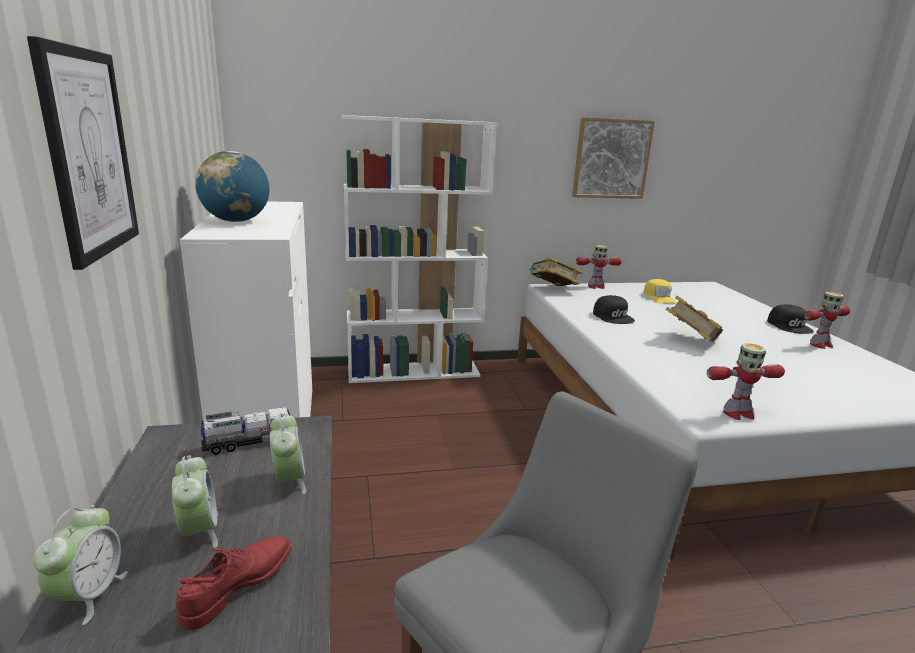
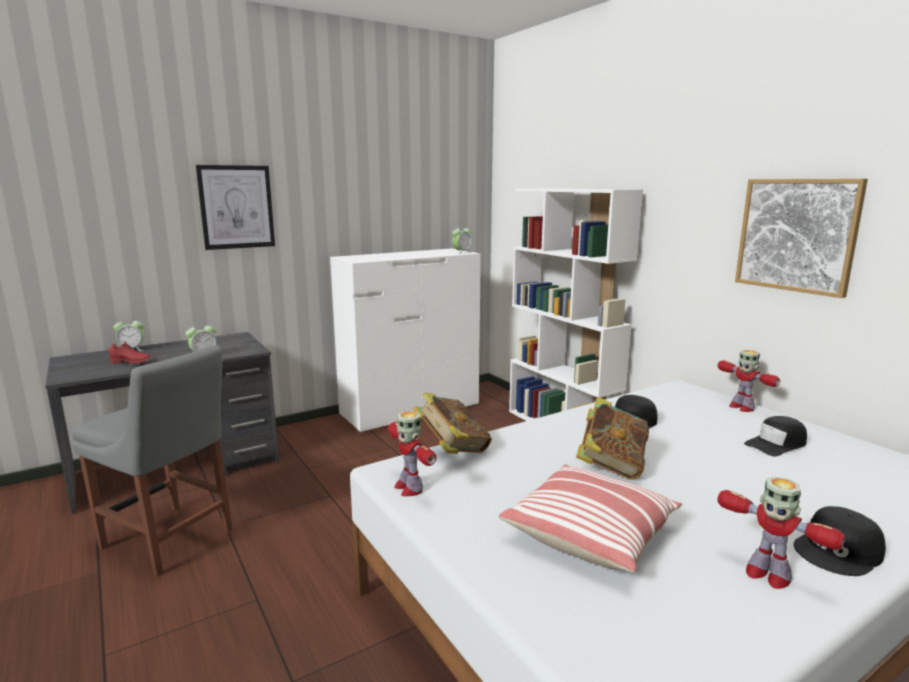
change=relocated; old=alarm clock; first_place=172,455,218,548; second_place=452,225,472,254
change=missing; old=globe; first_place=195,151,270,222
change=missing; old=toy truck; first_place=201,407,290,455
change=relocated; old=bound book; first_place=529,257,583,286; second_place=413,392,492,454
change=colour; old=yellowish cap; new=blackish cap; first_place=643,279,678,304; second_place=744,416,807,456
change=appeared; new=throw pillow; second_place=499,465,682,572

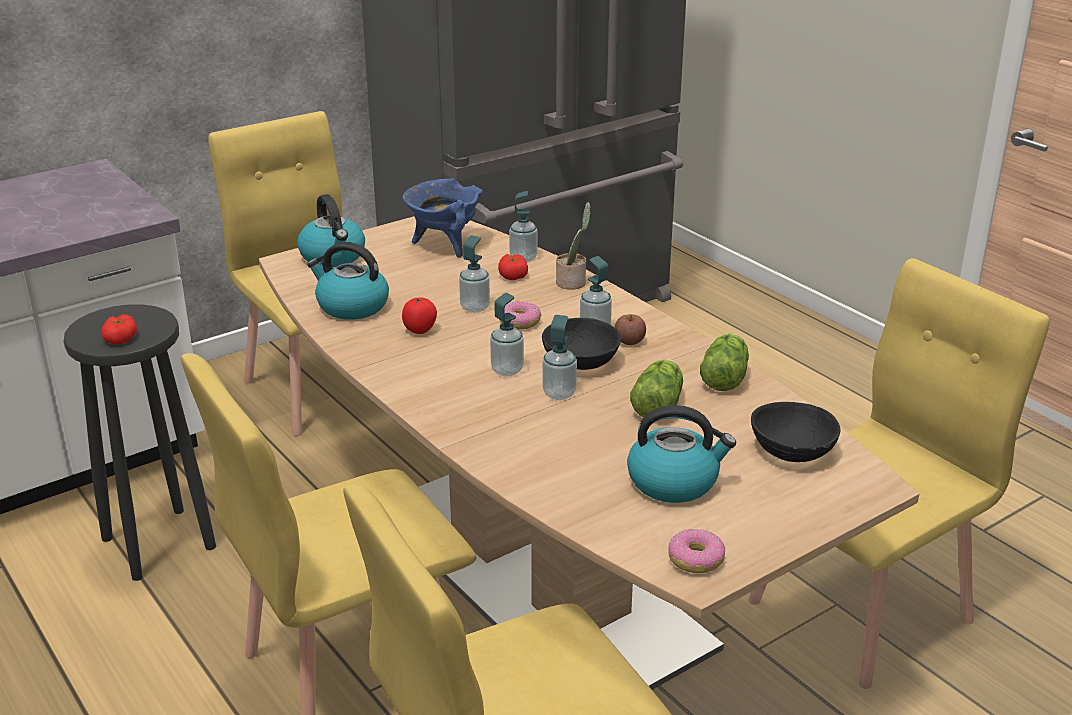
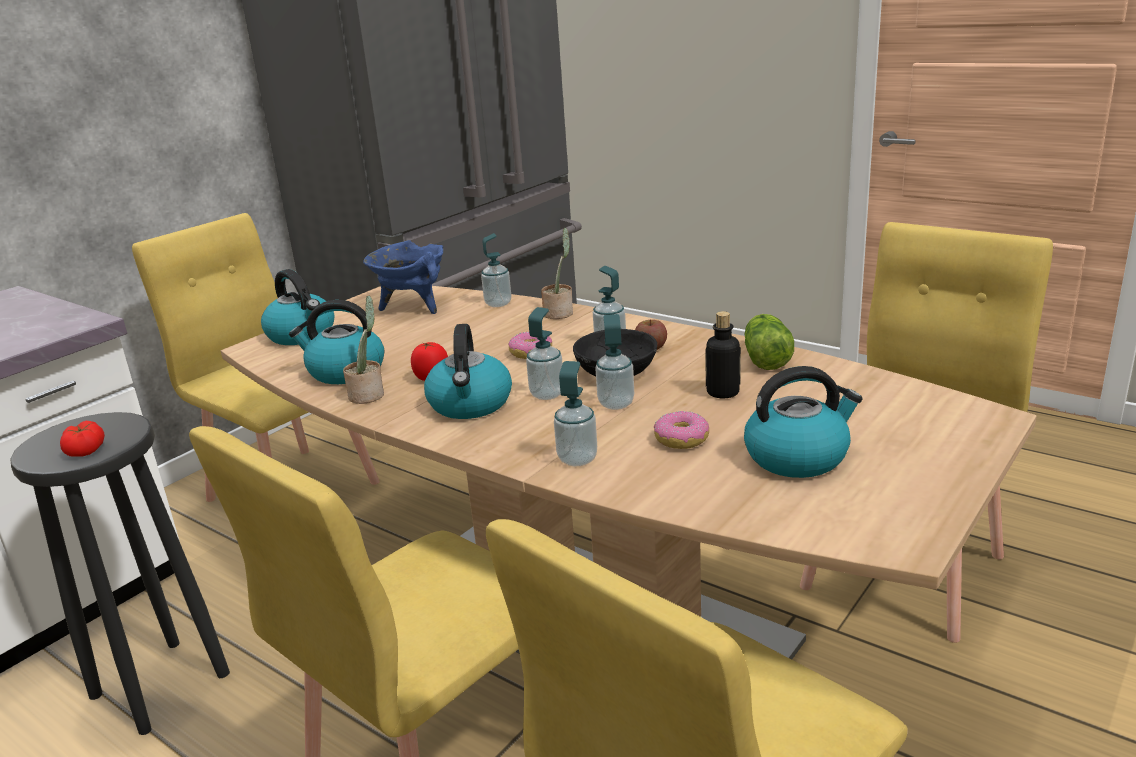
change=relocated; old=liquid soap bottle; first_place=459,235,490,313; second_place=554,361,597,466
change=missing; old=whole tomato; first_place=498,254,528,280
change=exchanged; old=lettuce head; new=beverage bottle; first_place=630,359,683,417; second_place=705,311,741,398
change=relocated; old=donut; first_place=668,529,725,573; second_place=654,411,709,449
change=missing; old=blackish bowl; first_place=751,402,840,462
change=appeared; new=potted plant; second_place=343,296,384,404
change=appeared; new=kettle; second_place=424,324,512,419

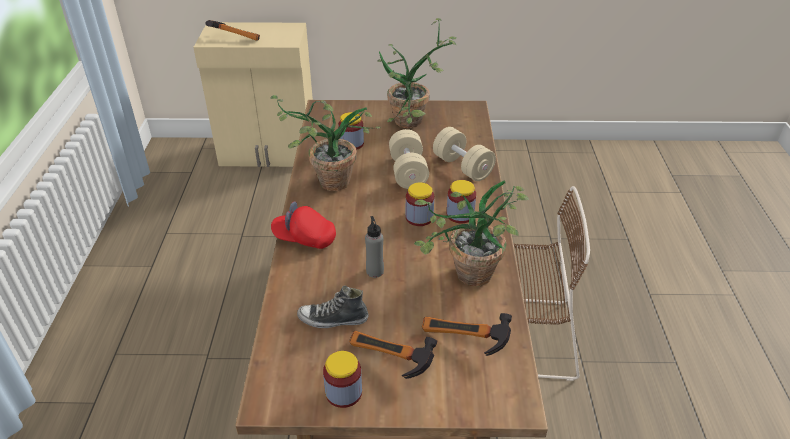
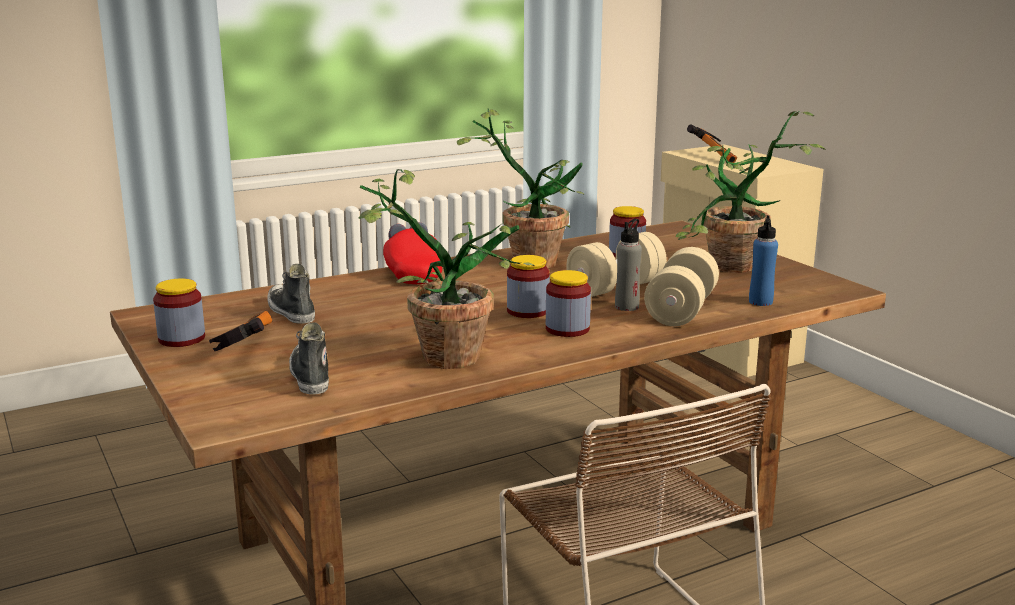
change=relocated; old=greyish beverage bottle; first_place=365,216,384,278; second_place=615,219,642,311
change=exchanged; old=tool hammer; new=shoe; first_place=422,313,512,356; second_place=289,322,329,395
change=appeared; new=blue-coloured beverage bottle; second_place=749,215,778,306

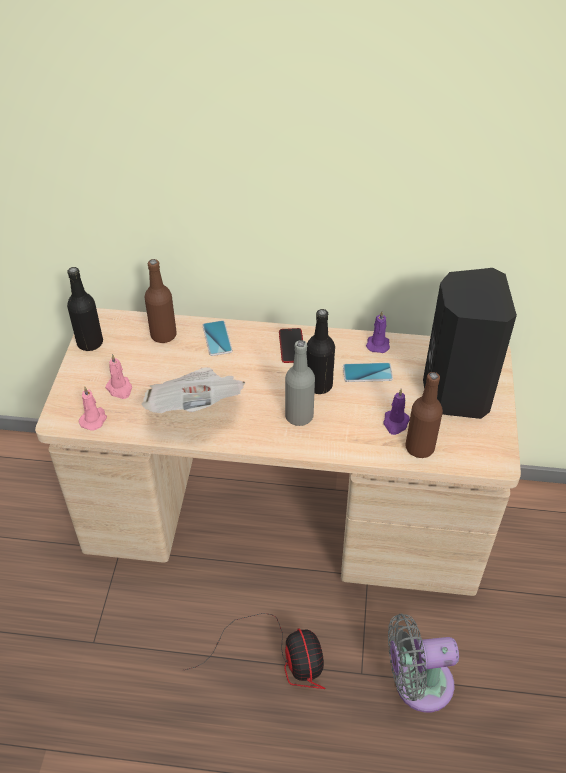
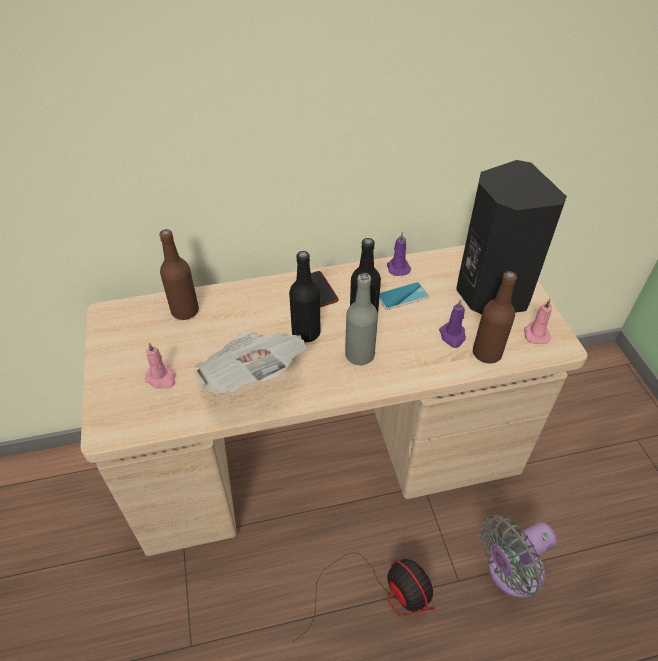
change=relocated; old=blackish beverage bottle; first_place=67,267,103,351; second_place=289,251,320,342
change=relocated; old=pink-coloured wax light; first_place=79,387,107,431; second_place=524,299,552,344
change=missing; old=telephone; first_place=202,320,233,356

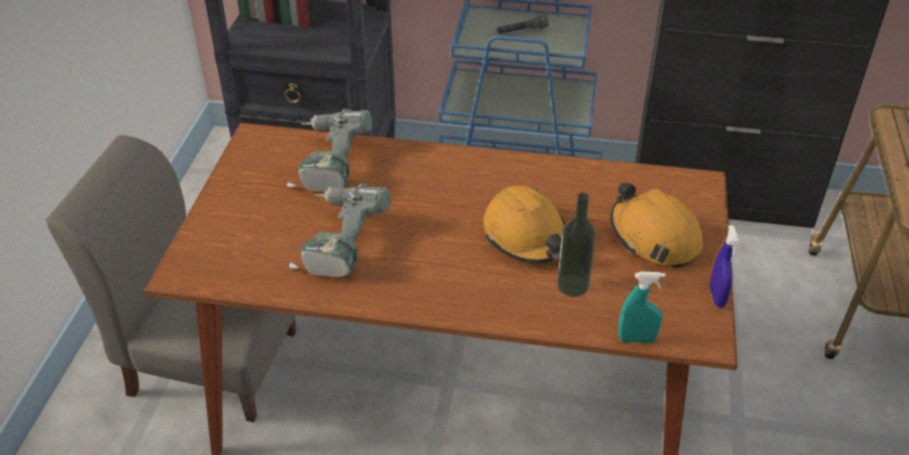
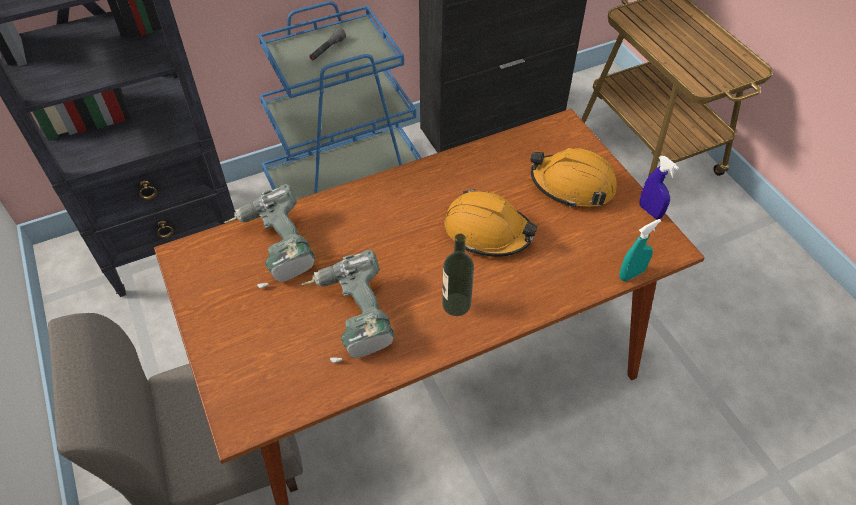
change=relocated; old=beverage bottle; first_place=557,192,596,297; second_place=442,234,474,316

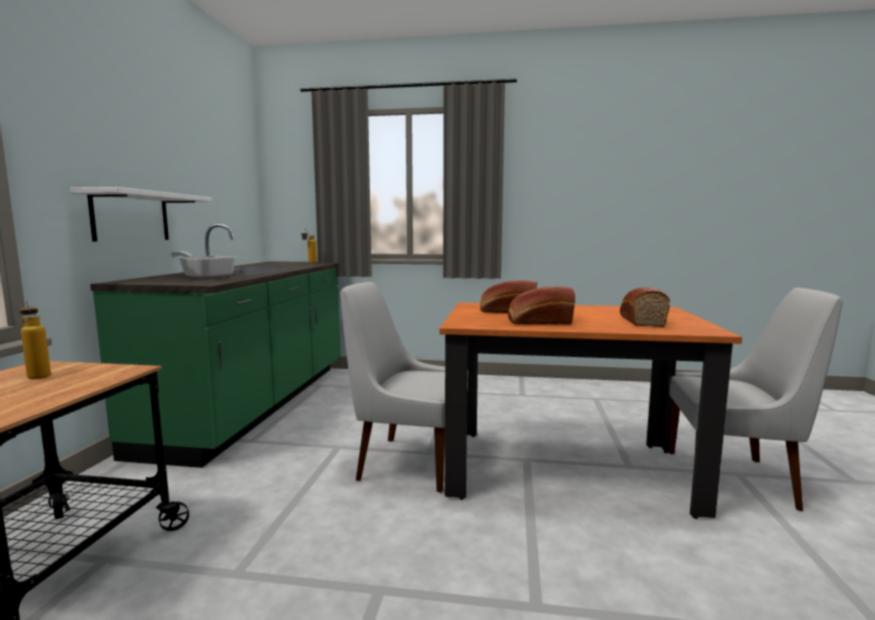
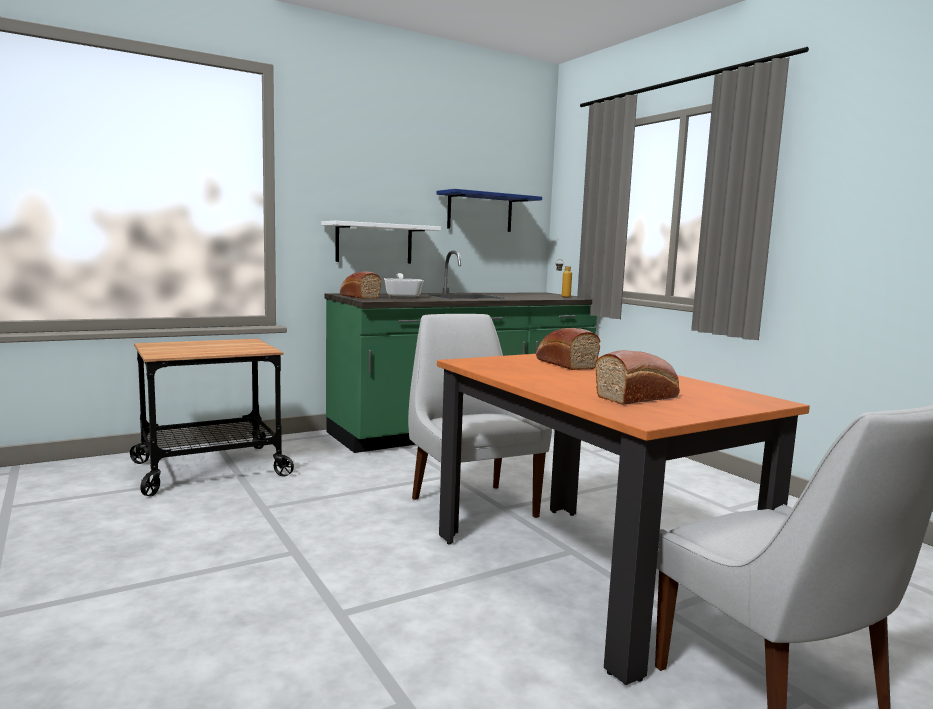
change=missing; old=beverage bottle; first_place=20,300,51,379
change=relocated; old=bakery bread; first_place=508,286,575,324; second_place=340,271,381,299
change=appeared; new=blue-coloured wall shelf; second_place=436,189,542,232

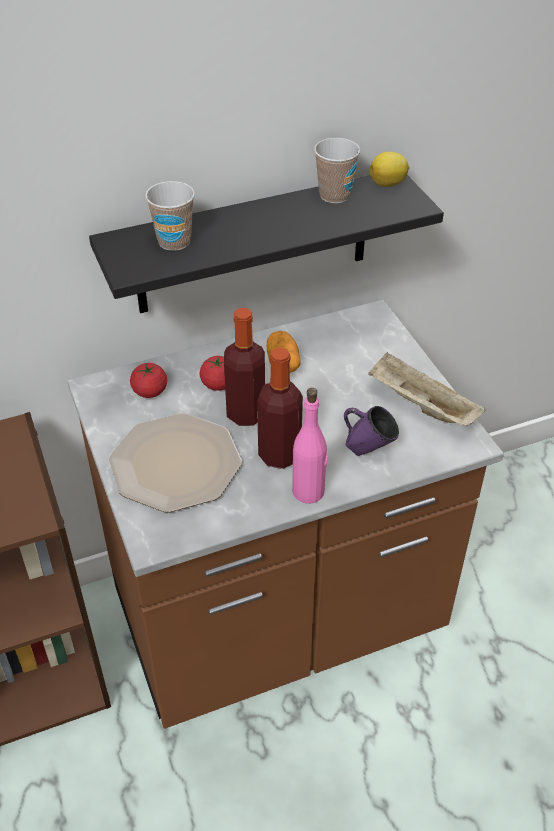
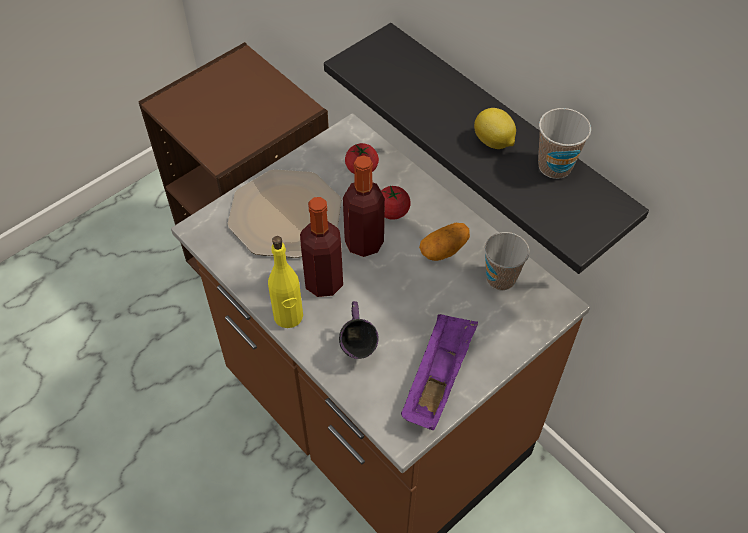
change=relocated; old=small cup; first_place=145,181,195,251; second_place=485,232,530,291
change=colour; old=pink-coloured beverage bottle; new=yellowish beverage bottle; first_place=292,388,328,504; second_place=268,236,303,328
change=colour; old=beige tray; new=purple tray; first_place=368,352,485,426; second_place=401,314,478,430
change=relocated; old=citrus fruit; first_place=370,152,409,187; second_place=474,108,516,149

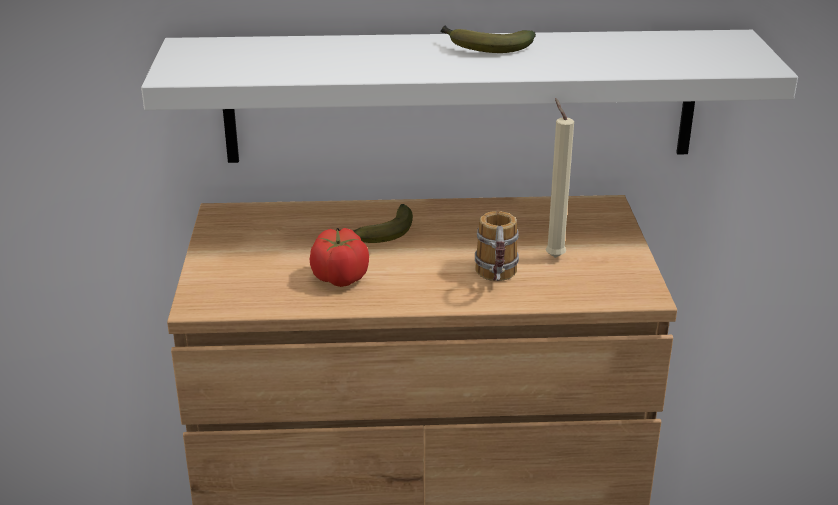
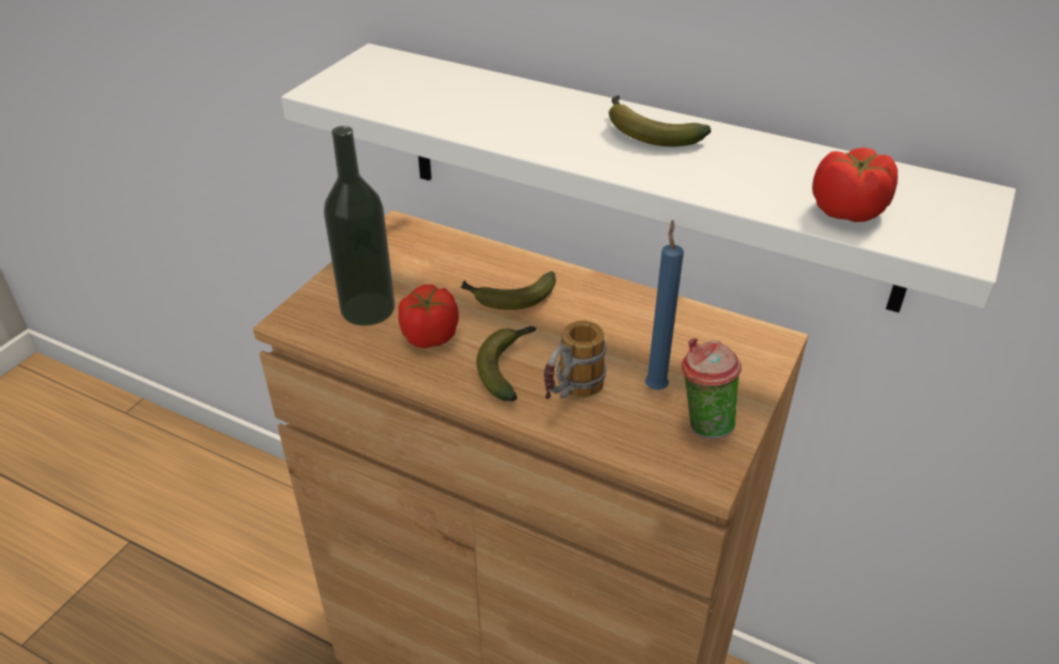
change=colour; old=beige wax light; new=blue-coloured wax light; first_place=545,98,574,258; second_place=645,220,684,390
change=appeared; new=beverage bottle; second_place=324,126,395,326
change=appeared; new=whole banana; second_place=476,326,536,401
change=appeared; new=small cup; second_place=682,338,742,439
change=appeared; new=whole tomato; second_place=812,147,898,222

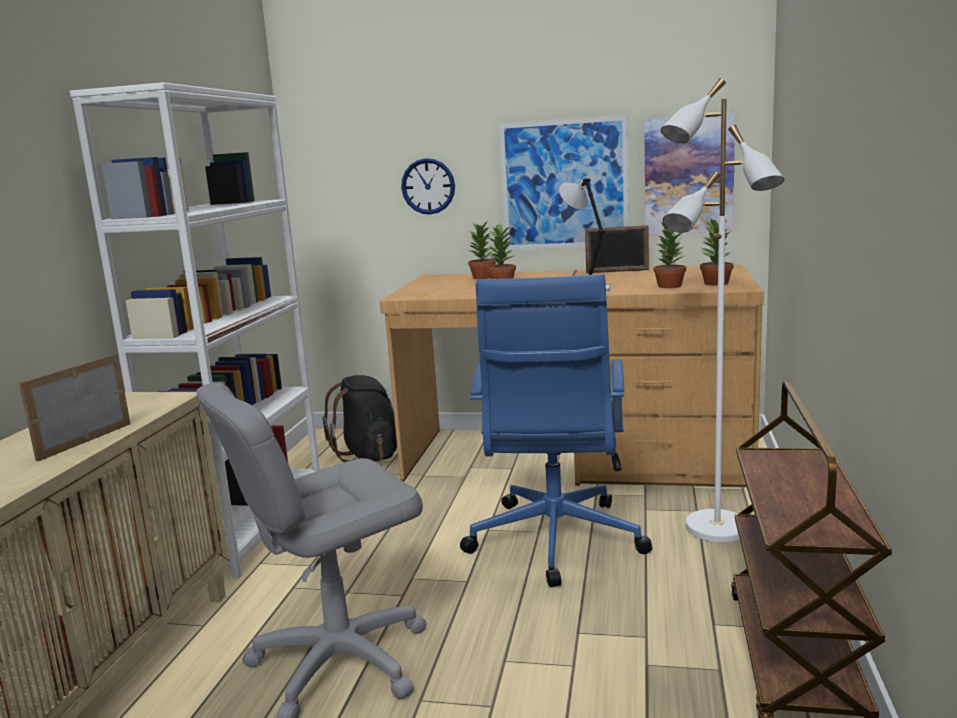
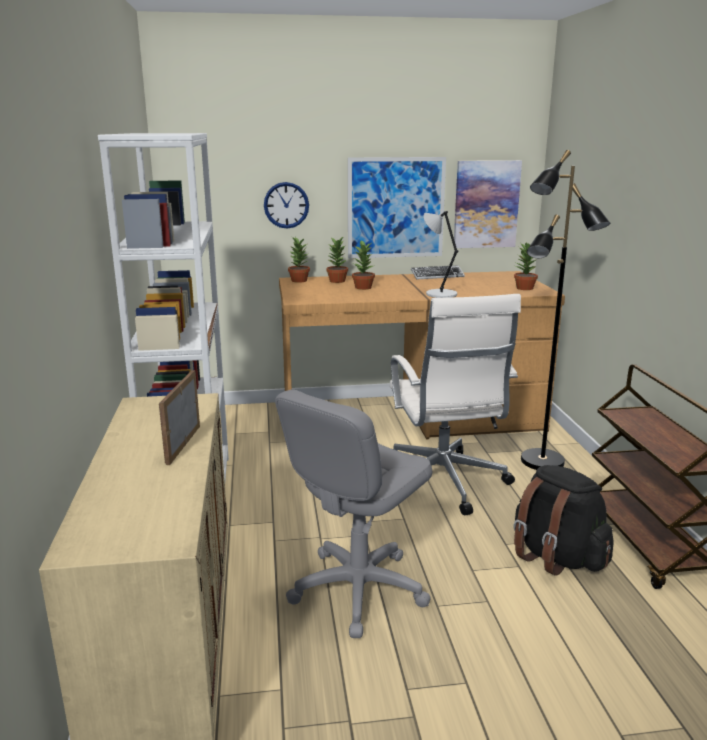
change=relocated; old=blackish rucksack; first_place=323,375,397,462; second_place=514,465,614,576
change=colour; old=blue-coloured office chair; new=white office chair; first_place=460,274,652,587; second_place=390,294,521,516
change=exchanged; old=standing frame; new=computer keyboard; first_place=585,225,649,273; second_place=411,265,465,280
change=relocated; old=potted plant; first_place=653,222,686,288; second_place=288,237,310,283
change=colour; old=white standing lamp; new=blackish standing lamp; first_place=661,78,785,542; second_place=521,150,610,470

